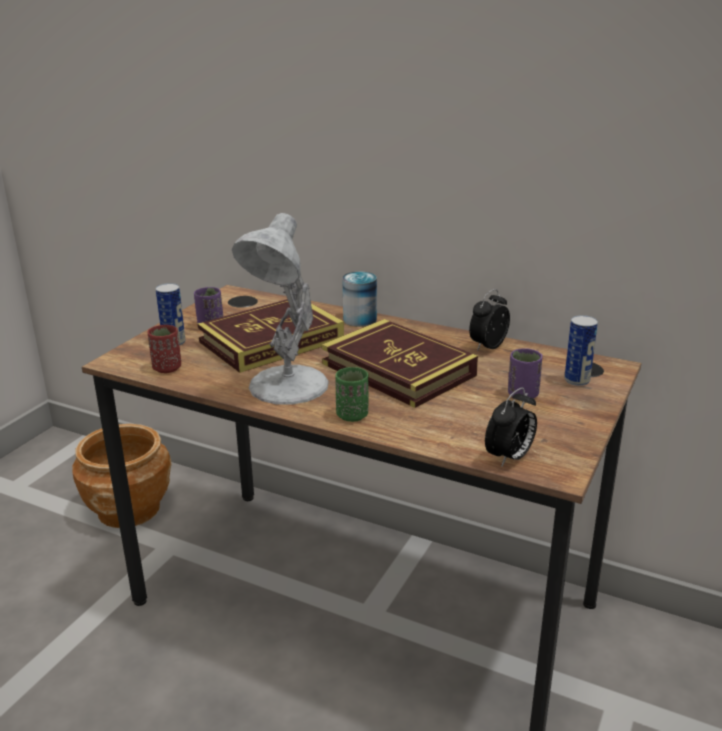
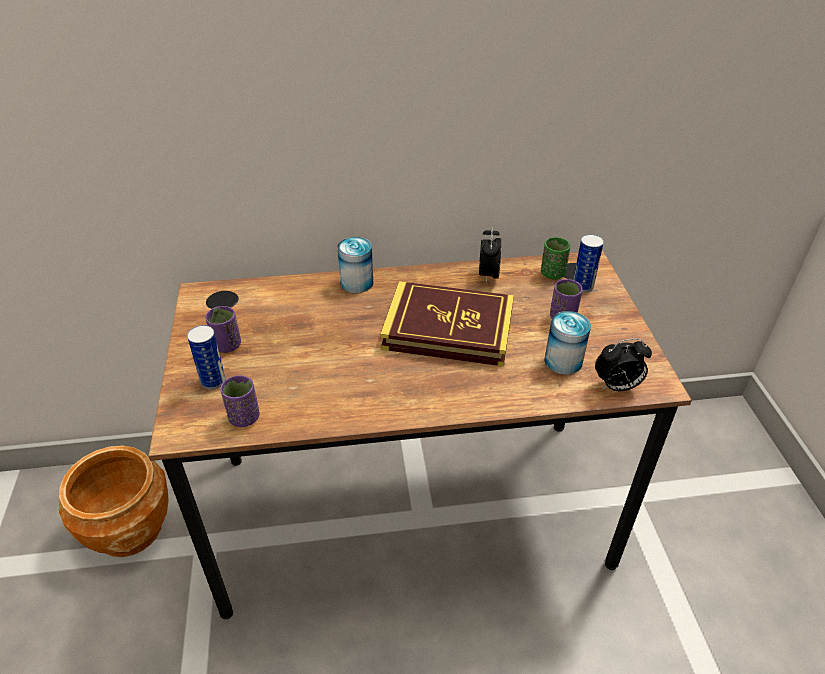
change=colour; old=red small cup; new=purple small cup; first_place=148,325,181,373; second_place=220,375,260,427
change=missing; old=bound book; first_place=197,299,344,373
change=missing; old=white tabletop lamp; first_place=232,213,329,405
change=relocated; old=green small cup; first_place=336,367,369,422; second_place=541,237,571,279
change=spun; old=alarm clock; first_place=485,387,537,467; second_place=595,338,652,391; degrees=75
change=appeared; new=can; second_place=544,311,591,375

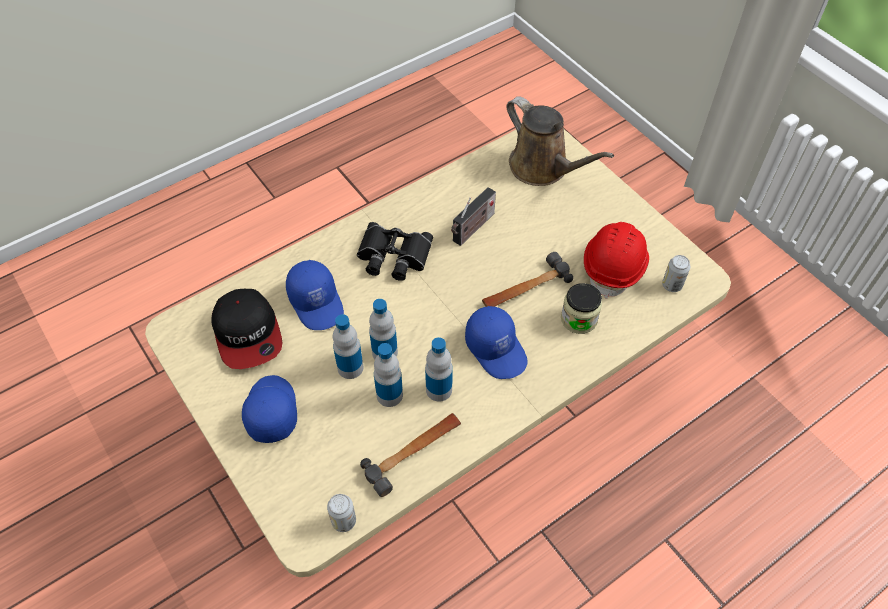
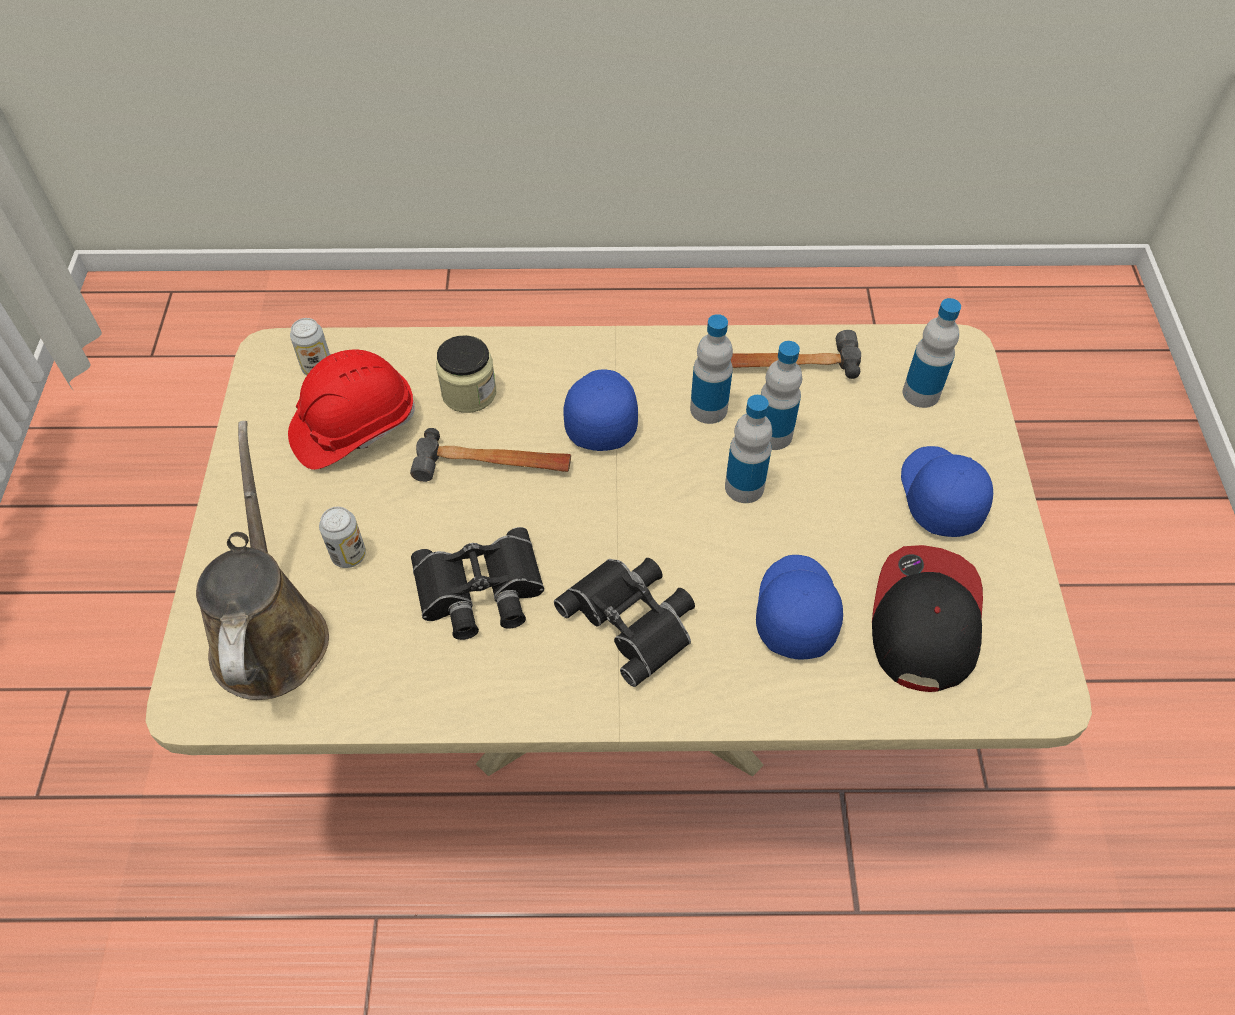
change=spun; old=blue-coloured cap; first_place=242,375,297,443; second_place=901,446,993,537; degrees=150
change=relocated; old=can; first_place=327,494,356,532; second_place=319,507,366,568
change=relocated; old=beverage bottle; first_place=333,314,363,379; second_place=903,298,961,408
change=exchanged; old=radio; new=blackish pair of binoculars; first_place=451,187,496,246; second_place=411,527,544,640

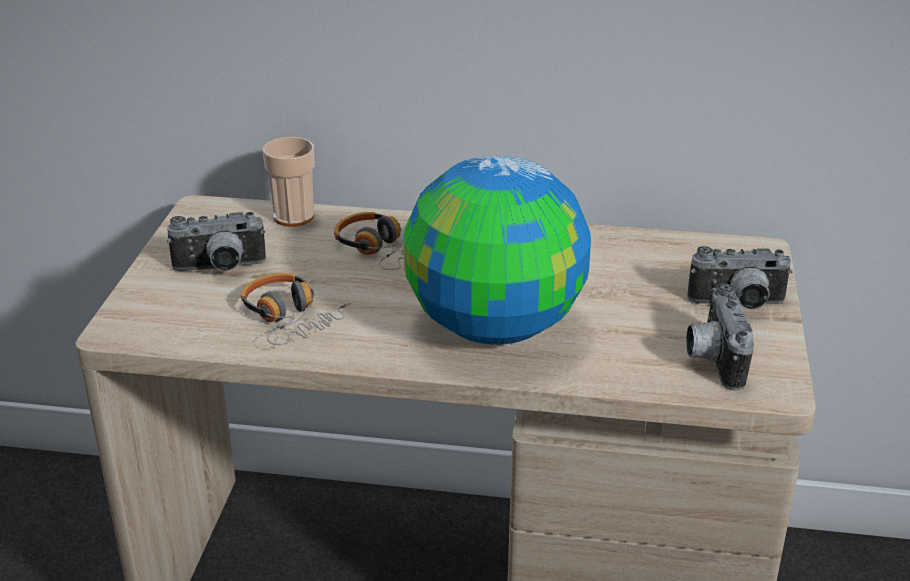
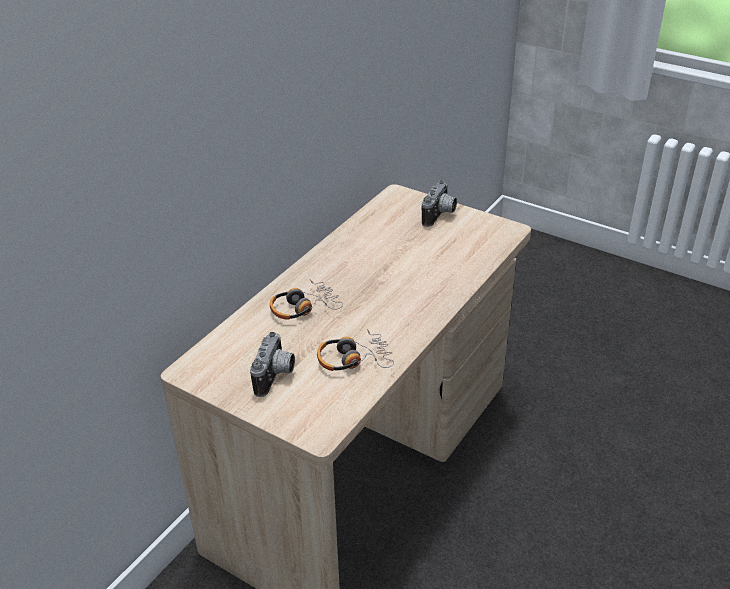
change=missing; old=small cup; first_place=263,137,315,227
change=missing; old=globe; first_place=403,156,591,345
change=missing; old=photo camera; first_place=686,283,754,391

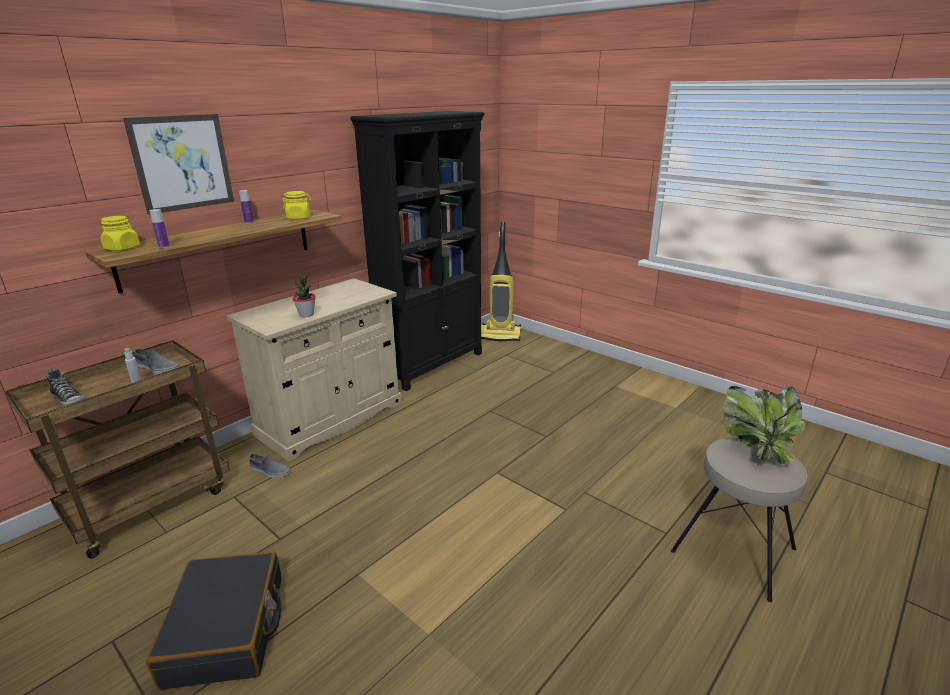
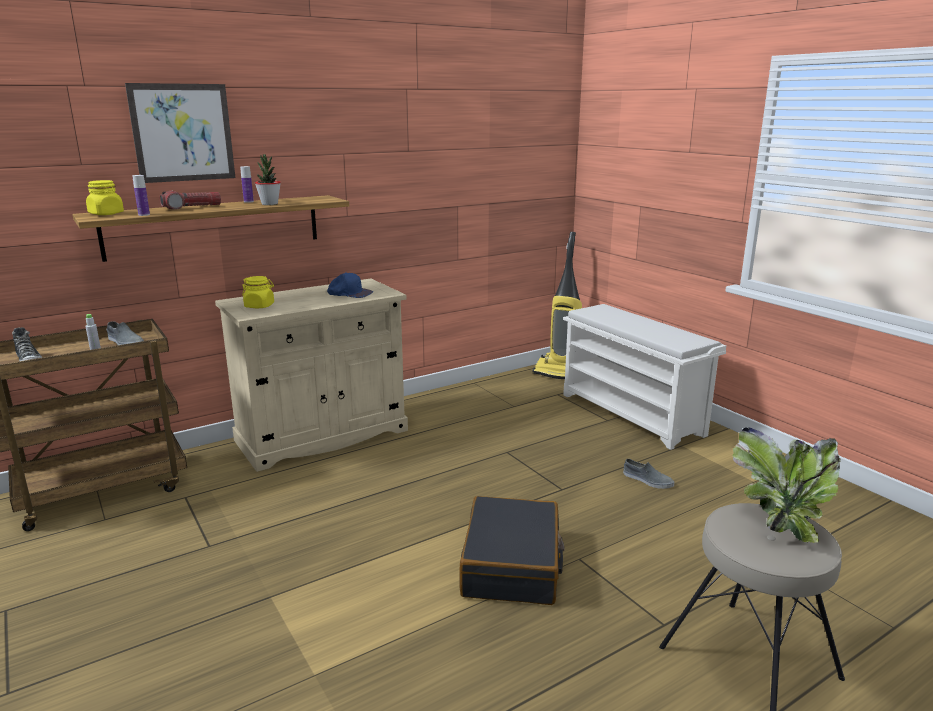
change=relocated; old=blackish travel case; first_place=146,551,282,690; second_place=459,496,565,605
change=relocated; old=greyish shoe; first_place=249,454,290,478; second_place=623,459,674,489
change=relocated; old=yellowish jar; first_place=282,191,311,220; second_place=242,276,274,308
change=relocated; old=potted plant; first_place=293,274,316,317; second_place=255,154,281,205
change=missing; old=blackish bookshelf; first_place=350,111,485,391
change=appeared; new=flashlight; second_place=160,191,221,210
change=appeared; new=blue-coloured cap; second_place=327,272,373,298
change=appeared; new=white shoe shelf; second_place=563,304,726,450

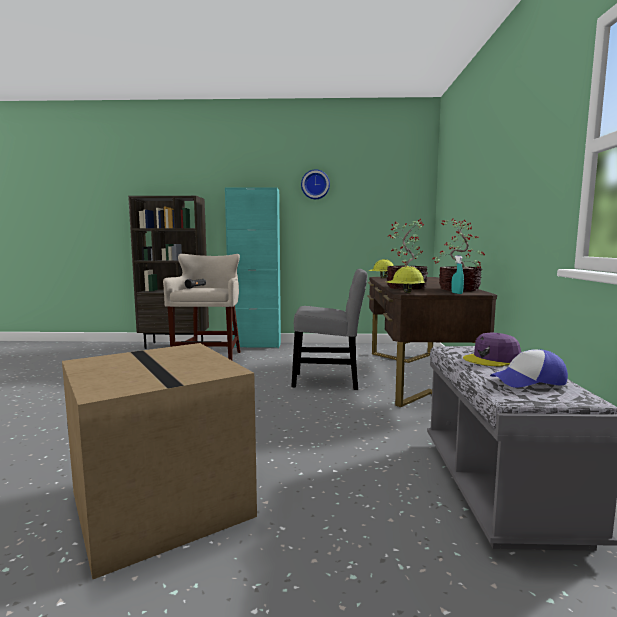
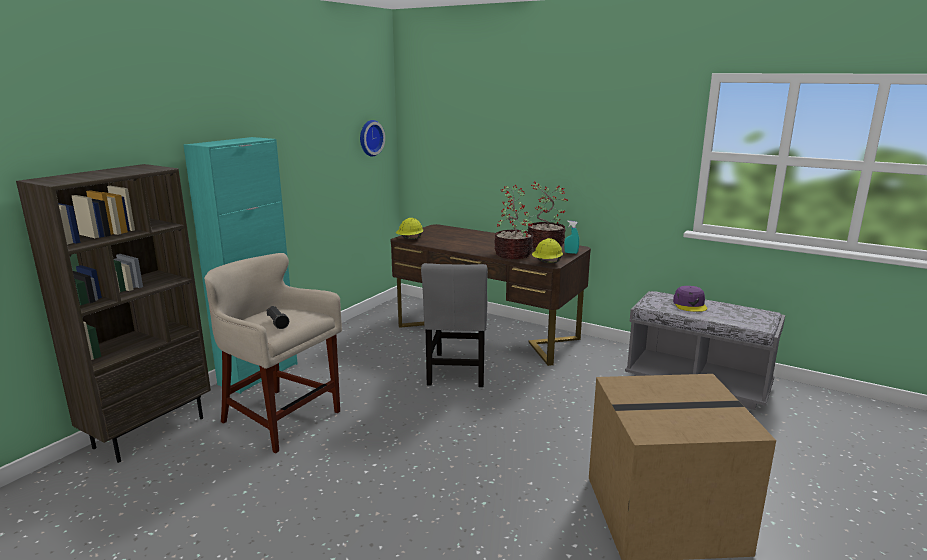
change=spun; old=greyish upright chair; first_place=291,269,368,390; second_place=421,263,488,387; degrees=150
change=relocated; old=clock on the wall; first_place=301,169,330,199; second_place=360,120,385,157
change=missing; old=cap; first_place=490,349,568,388

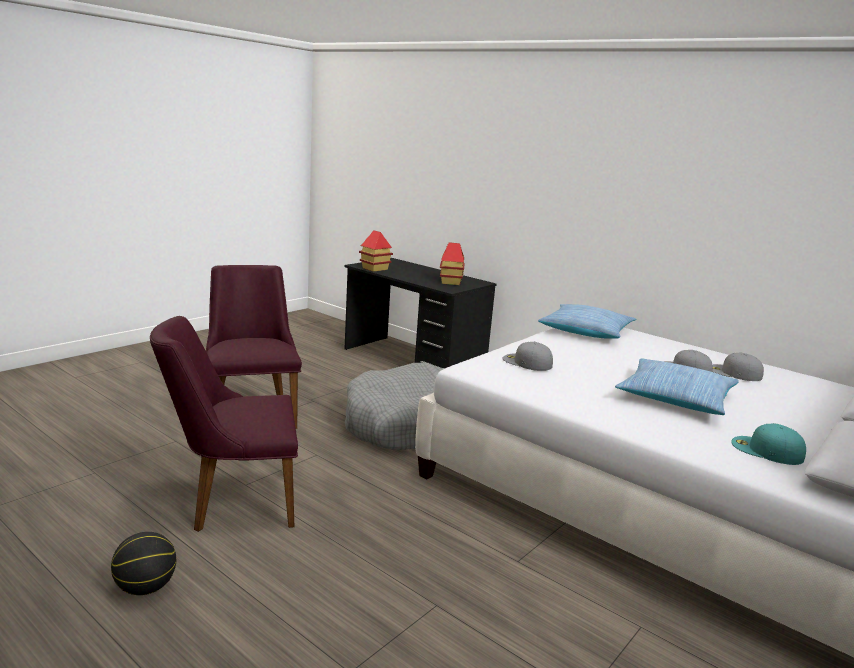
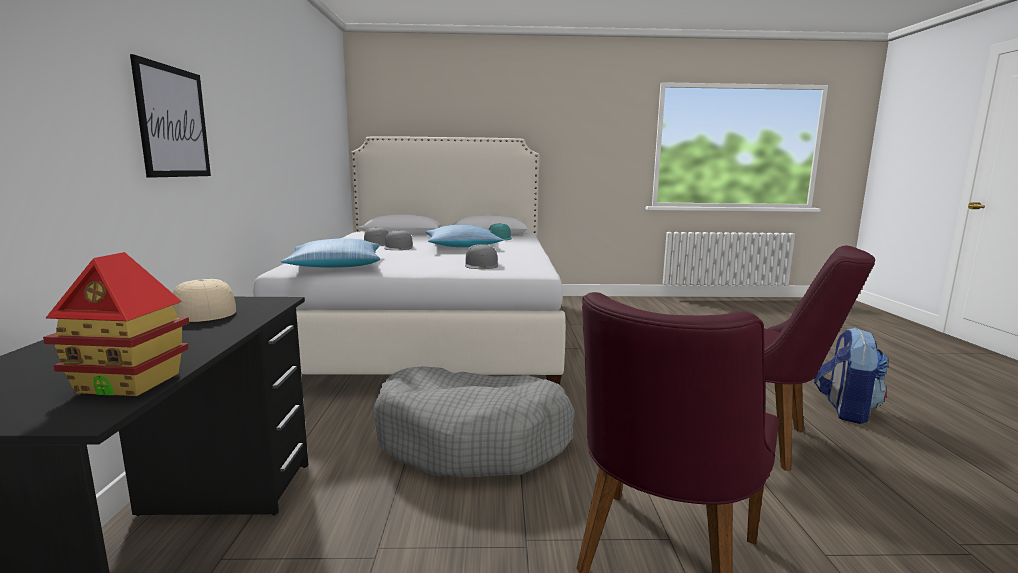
change=exchanged; old=ball for basketball; new=rucksack; first_place=111,532,176,595; second_place=814,327,888,424
change=exchanged; old=model house; new=beige cap; first_place=440,242,465,285; second_place=173,279,236,322
change=appeared; new=wall picture; second_place=130,54,211,178

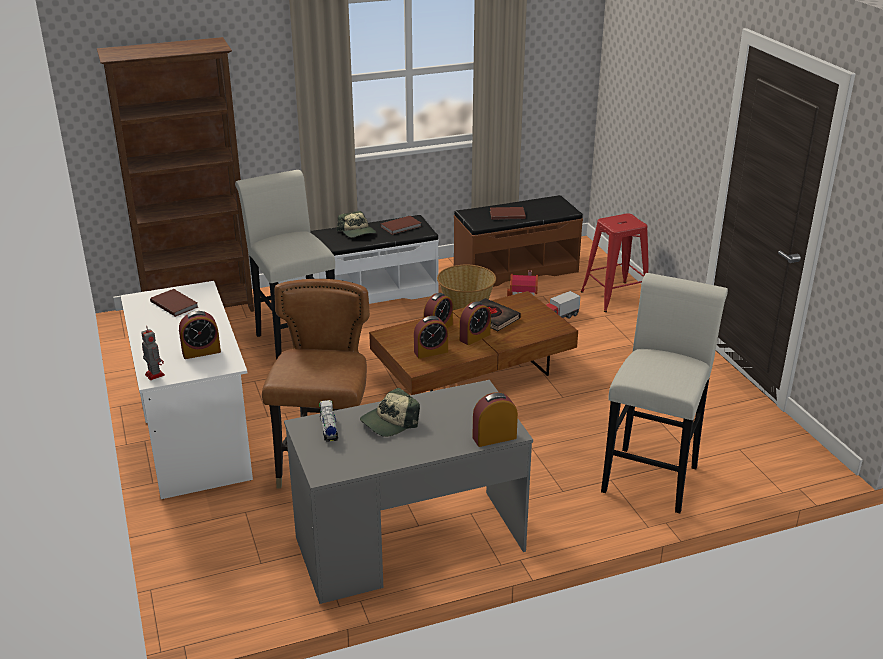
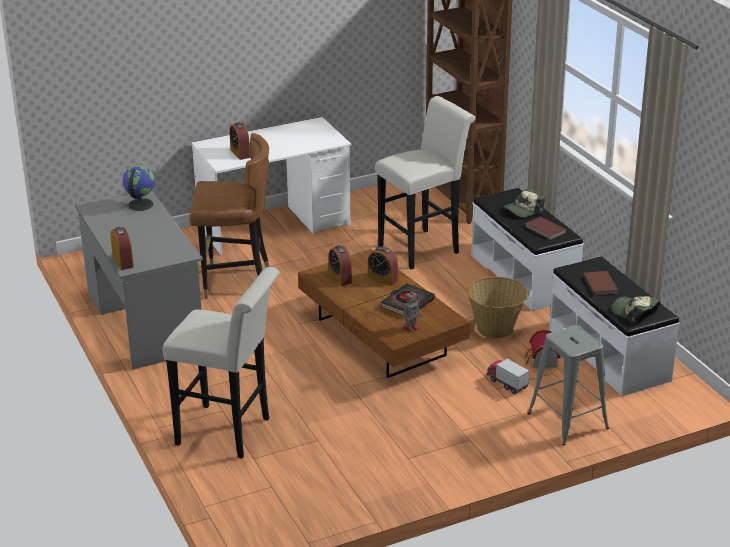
change=relocated; old=toy robot; first_place=141,326,165,380; second_place=403,289,422,333
change=missing; old=brown bound book; first_place=150,289,198,317
change=exchanged; old=toy truck; new=globe; first_place=319,400,338,442; second_place=123,165,155,211
change=relocated; old=cap; first_place=360,388,420,437; second_place=612,296,660,325
change=colour; old=brown bench; new=white bench; first_place=454,195,583,287; second_place=549,256,679,396
change=missing; old=alarm clock; first_place=459,301,491,345
change=colour; old=red stool; new=greyish stool; first_place=581,213,648,312; second_place=527,325,609,445

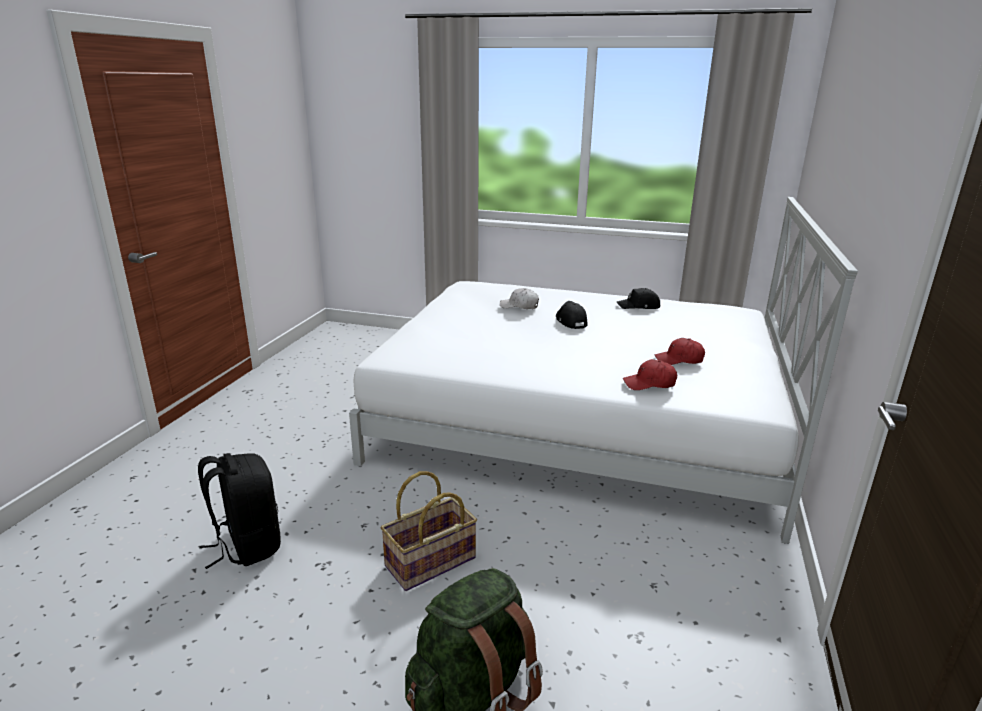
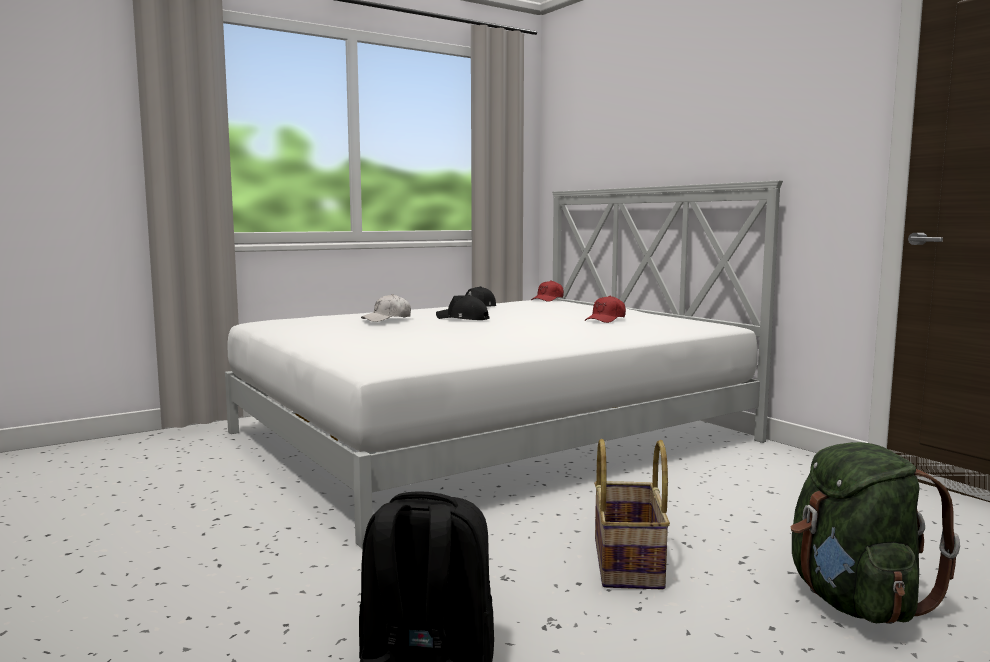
change=relocated; old=red cap; first_place=623,359,677,390; second_place=531,280,564,302

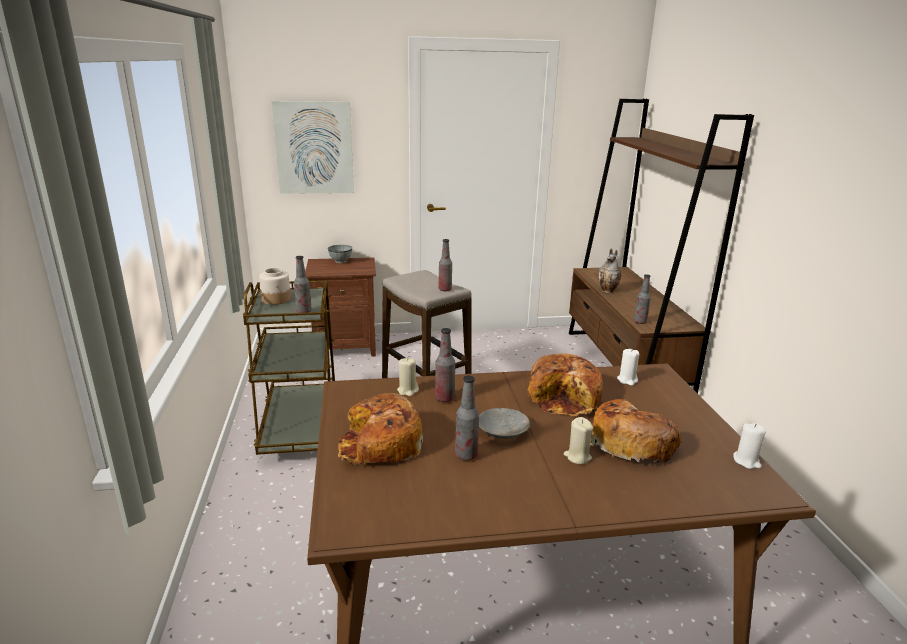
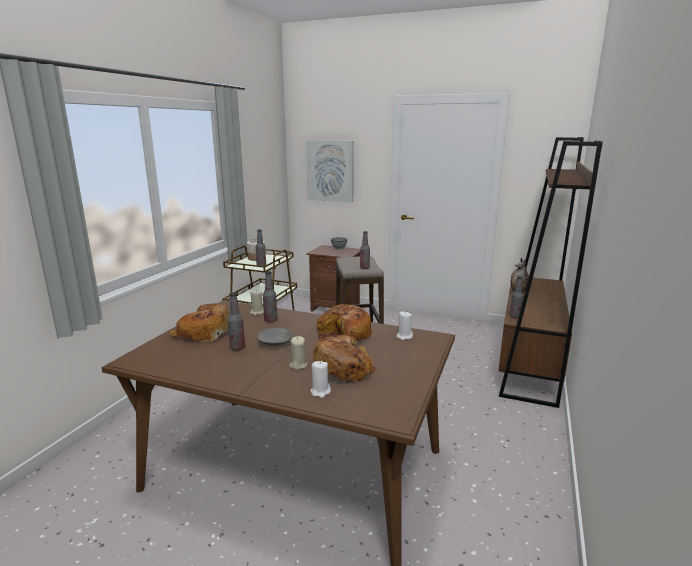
change=relocated; old=white wax light; first_place=733,423,766,469; second_place=310,361,331,398

